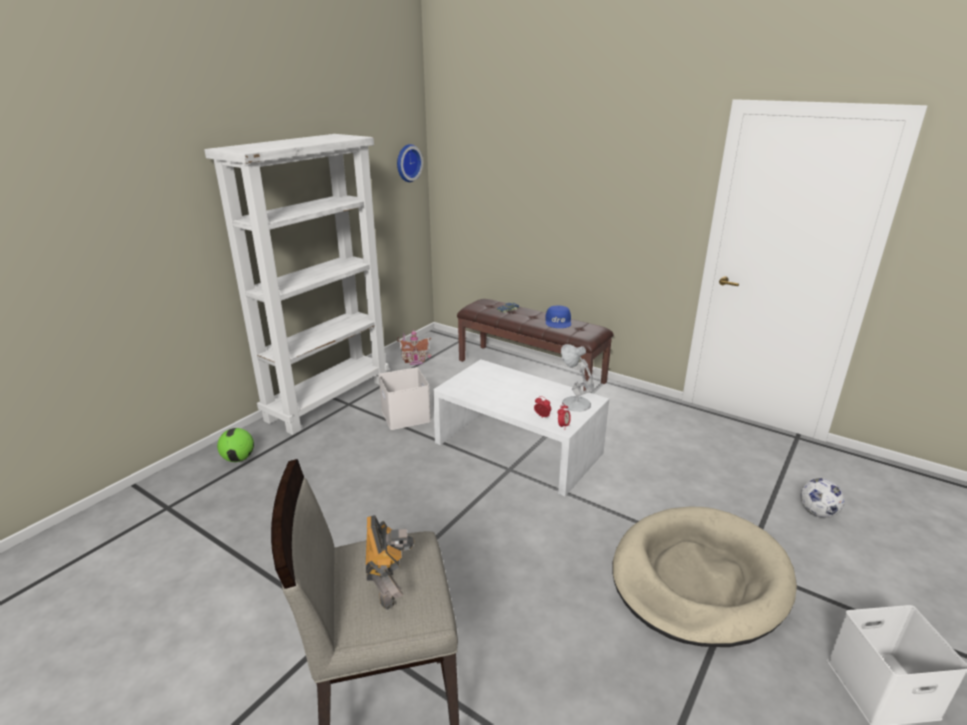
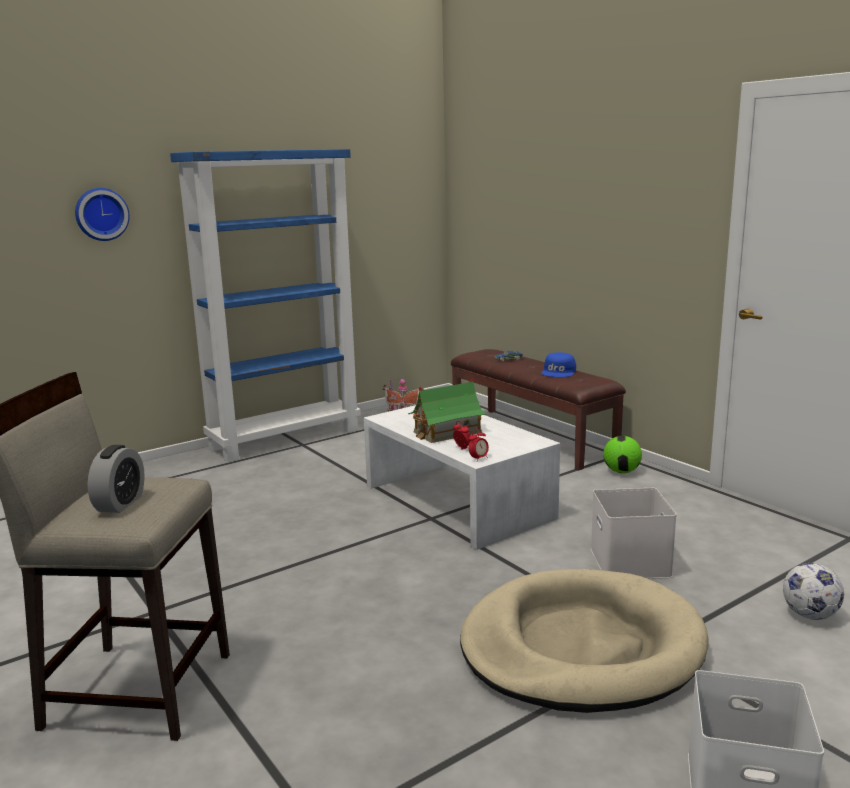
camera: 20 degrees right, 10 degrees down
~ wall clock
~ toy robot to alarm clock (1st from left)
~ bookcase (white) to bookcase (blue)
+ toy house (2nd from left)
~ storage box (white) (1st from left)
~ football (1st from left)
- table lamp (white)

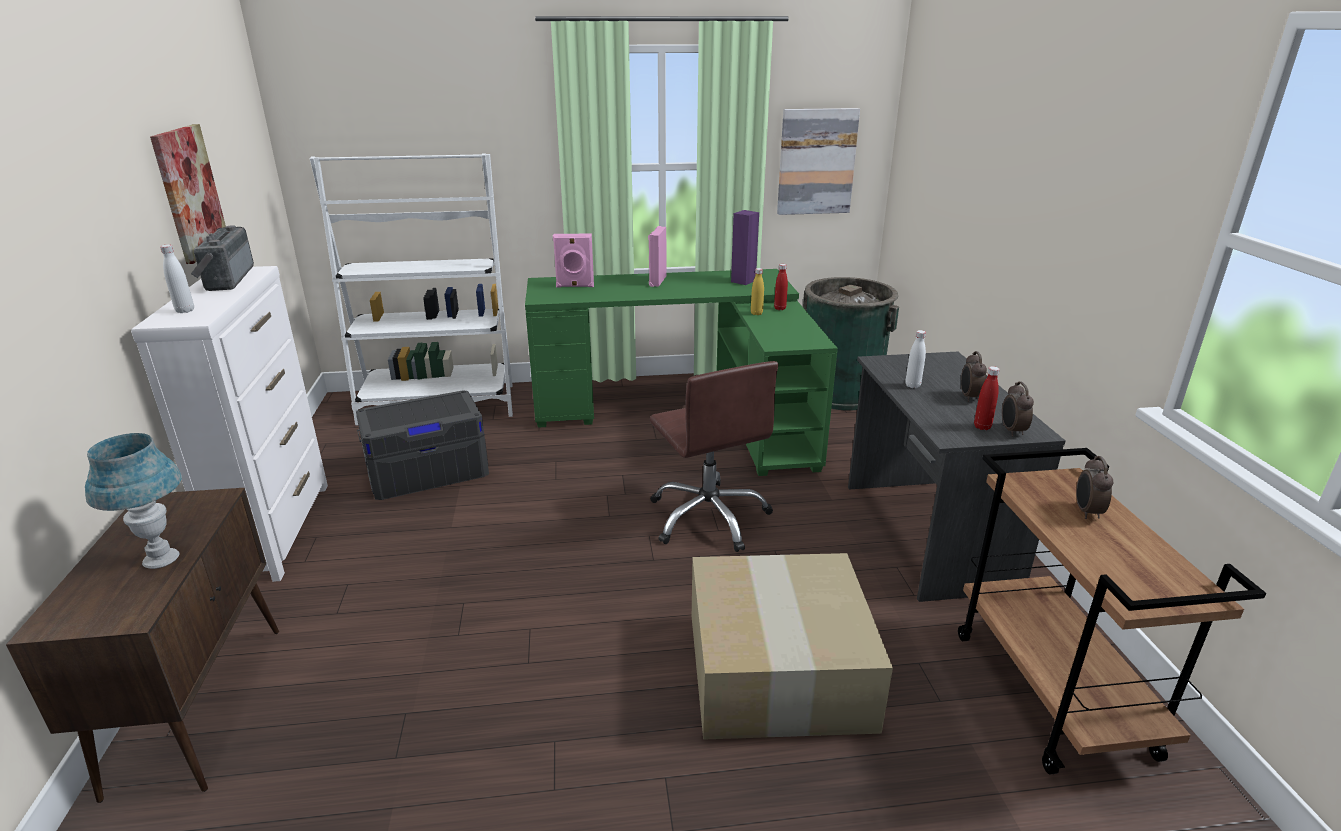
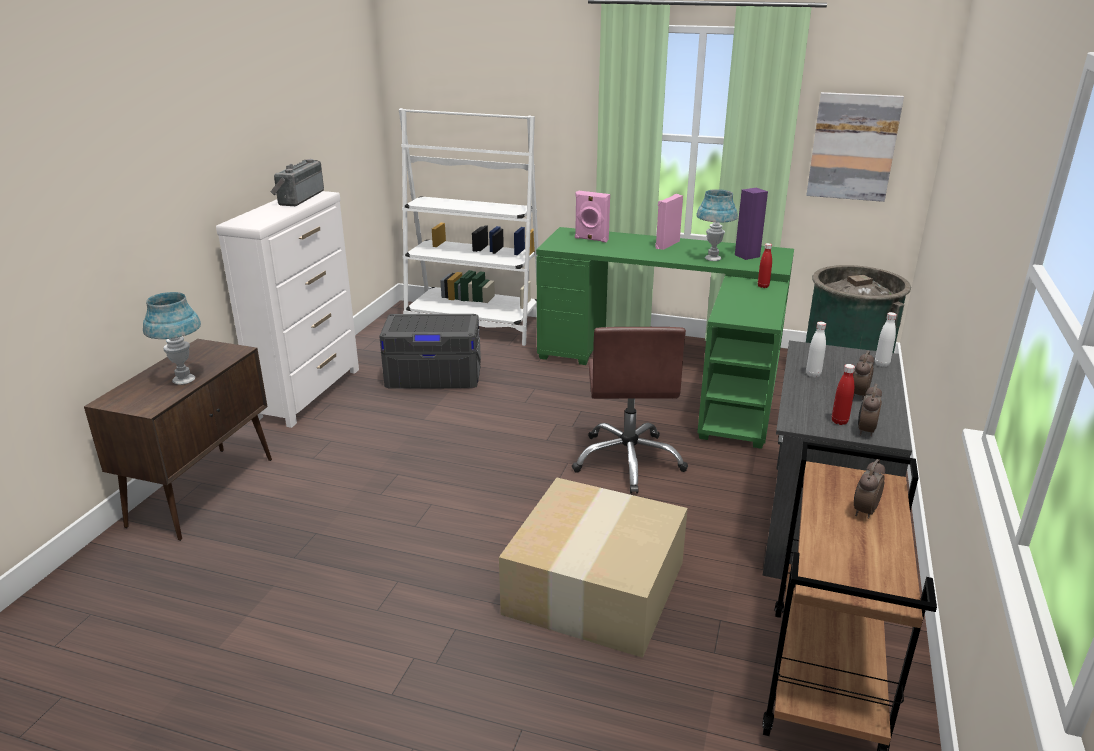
camera: 25 degrees right, 0 degrees up
+ table lamp (blue) (2nd from left)
~ bottle (white) (1st from left in the first image) to bottle (white) (2nd from left)
- picture (1st from left)
- bottle (yellow)

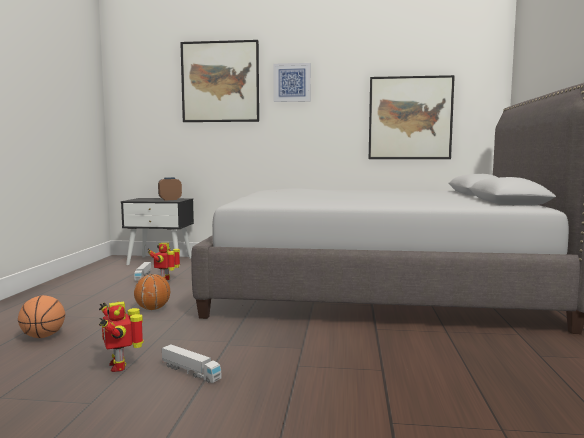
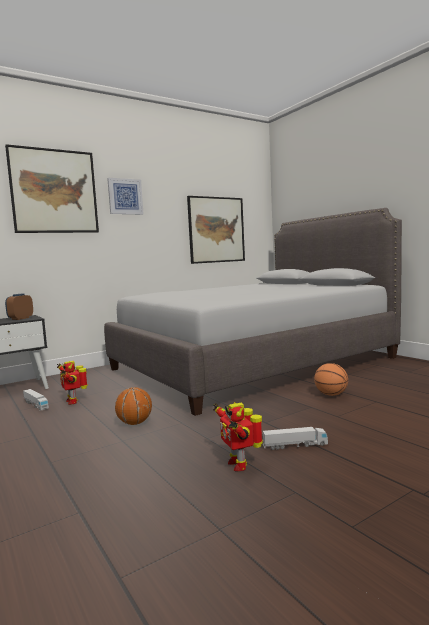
camera: 40 degrees left, 0 degrees up
~ toy robot (1st from left in the first image) 45 degrees clockwise
~ basketball (1st from left in the first image) to basketball (2nd from left)

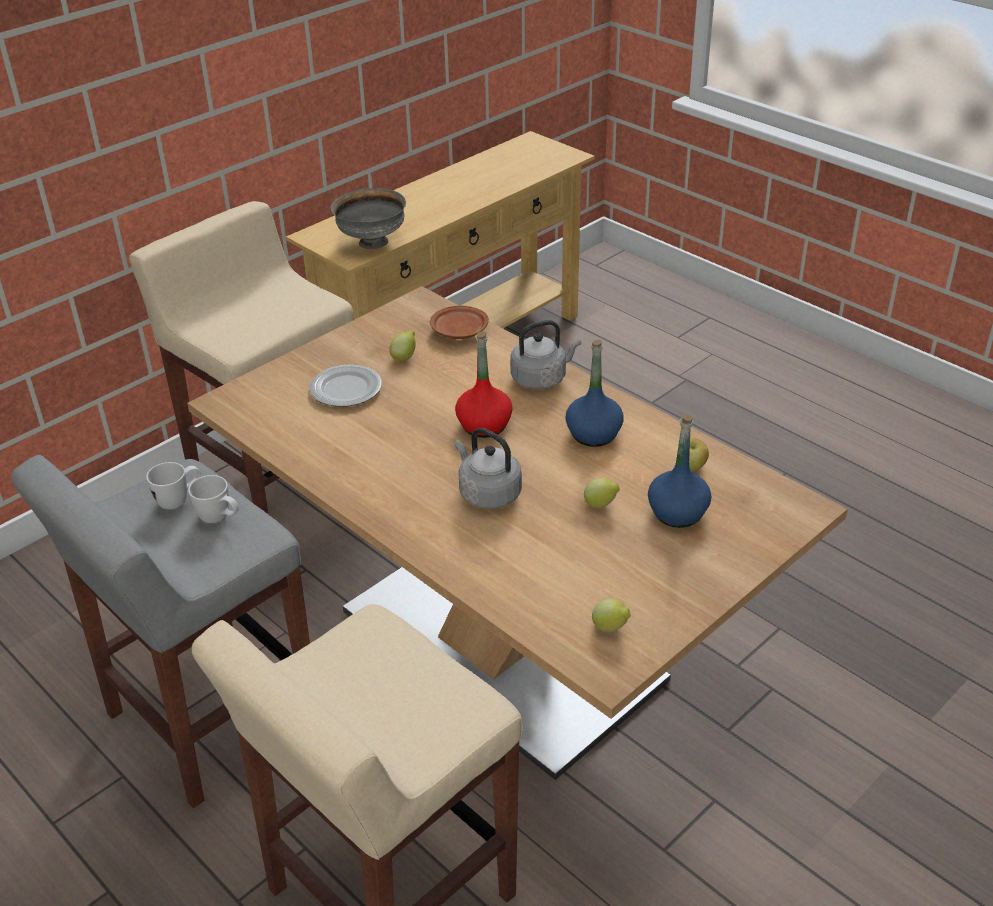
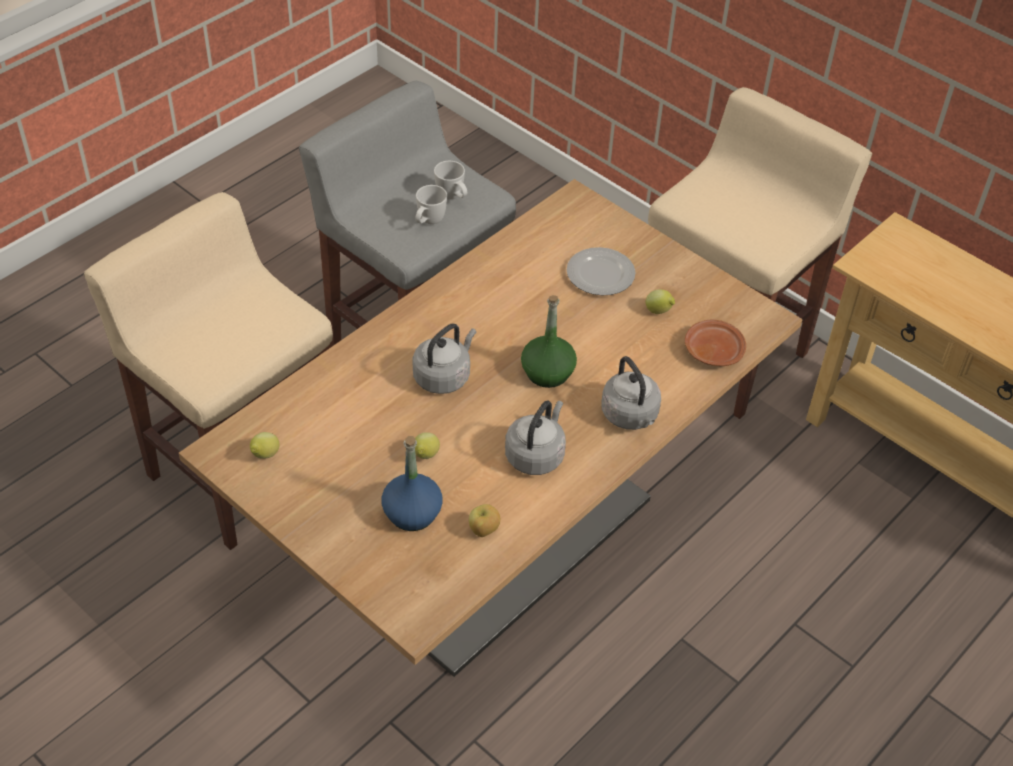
camera: 85 degrees right, 10 degrees up
~ bottle (blue) (1st from left) to kettle (grey) (2nd from left)
~ bottle (red) to bottle (green)
- bowl (grey)

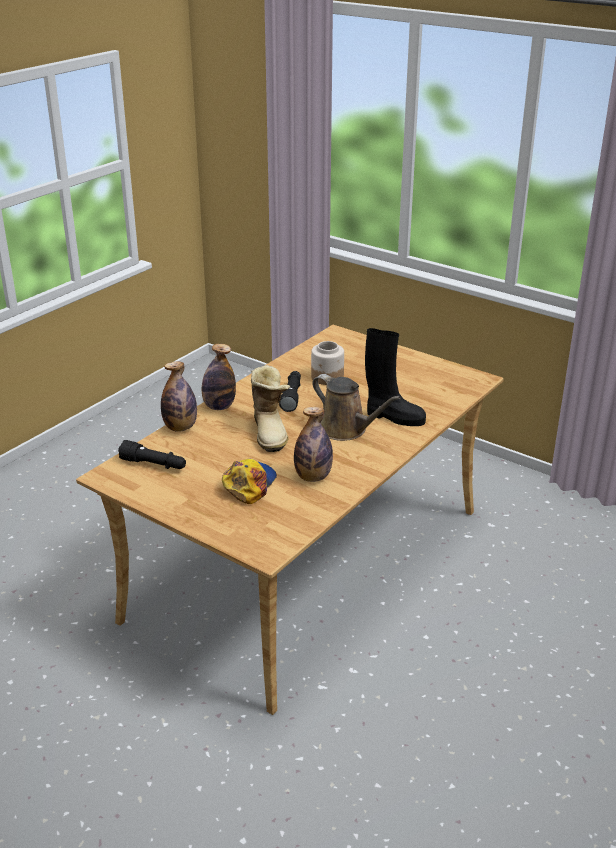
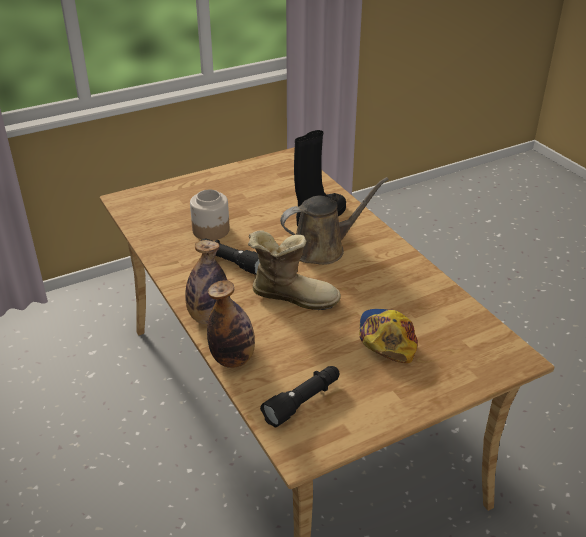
camera: 65 degrees left, 5 degrees up
~ cap 45 degrees clockwise
- bottle (3rd from left)

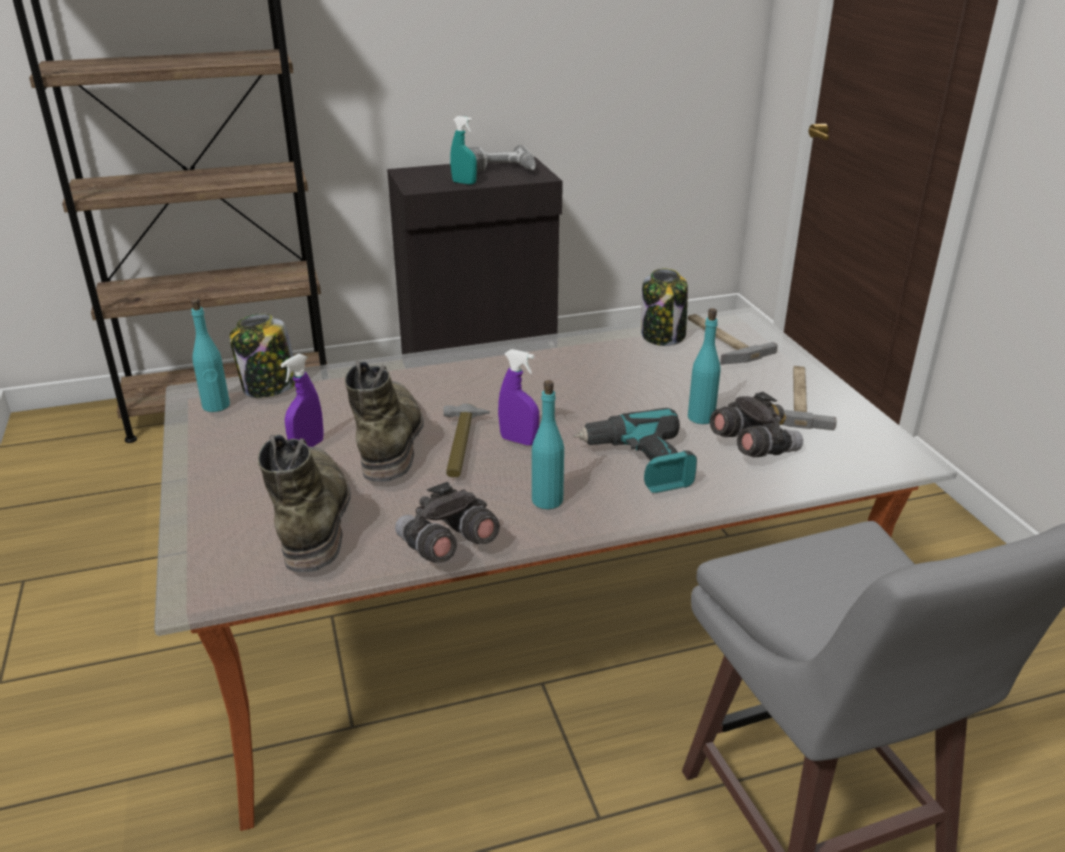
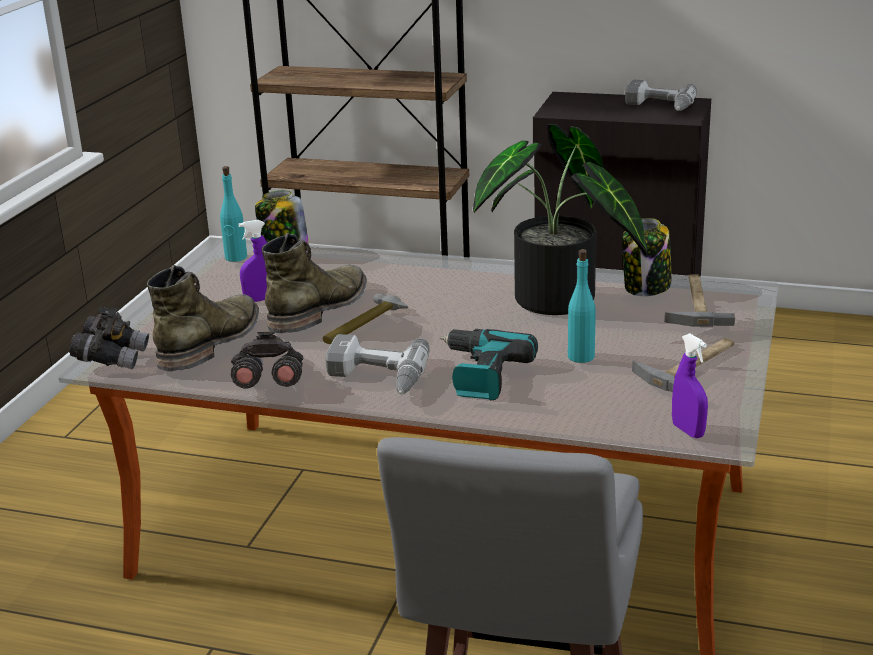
camera: 35 degrees right, 5 degrees down
~ binoculars (grey) (2nd from left in the first image) to binoculars (grey) (1st from left)
~ bottle (turquoise) (2nd from left) to power drill (1st from left)
+ potted plant
~ spray bottle (purple) (2nd from left)
- spray bottle (turquoise)

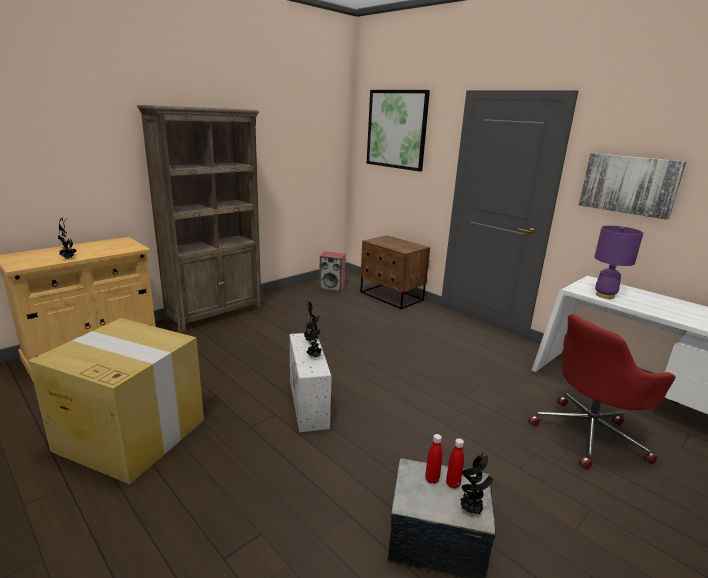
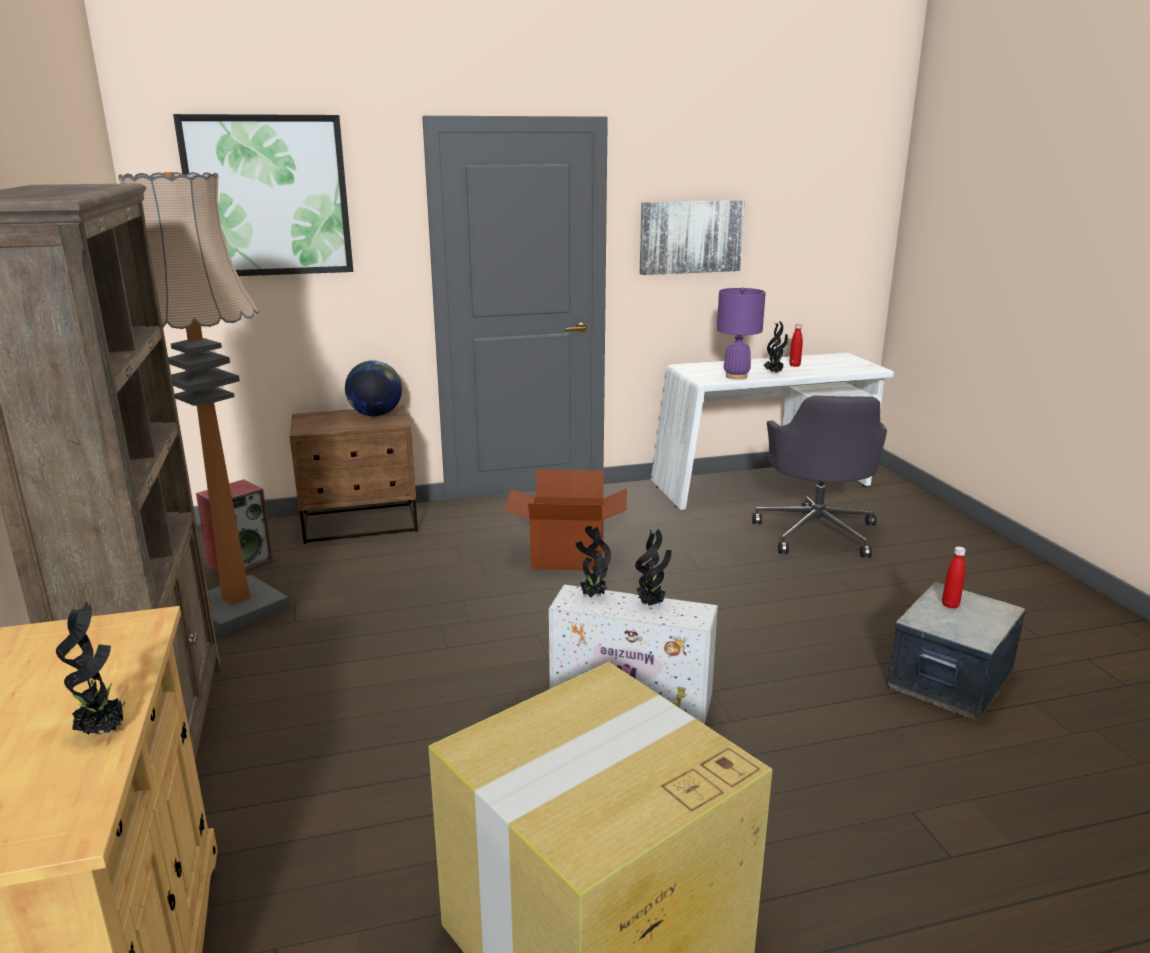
camera: 60 degrees left, 0 degrees up
+ floor lamp
+ globe
+ cardboard box (1st from left)
~ office chair (red) to office chair (grey)
~ potted plant (4th from left)
~ bottle (red) (1st from left)

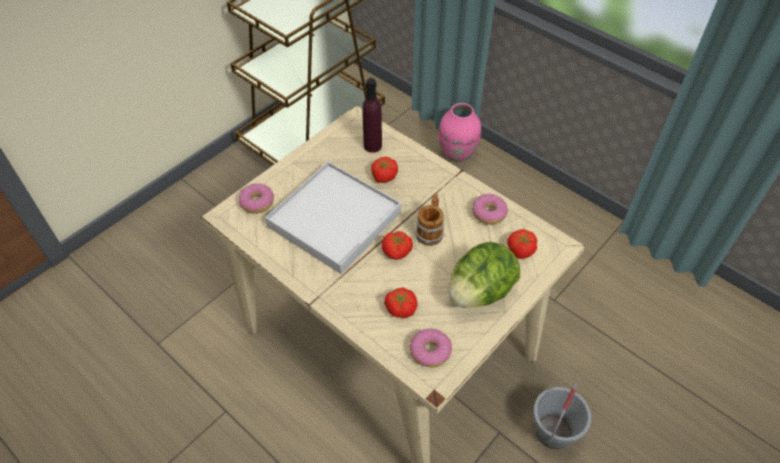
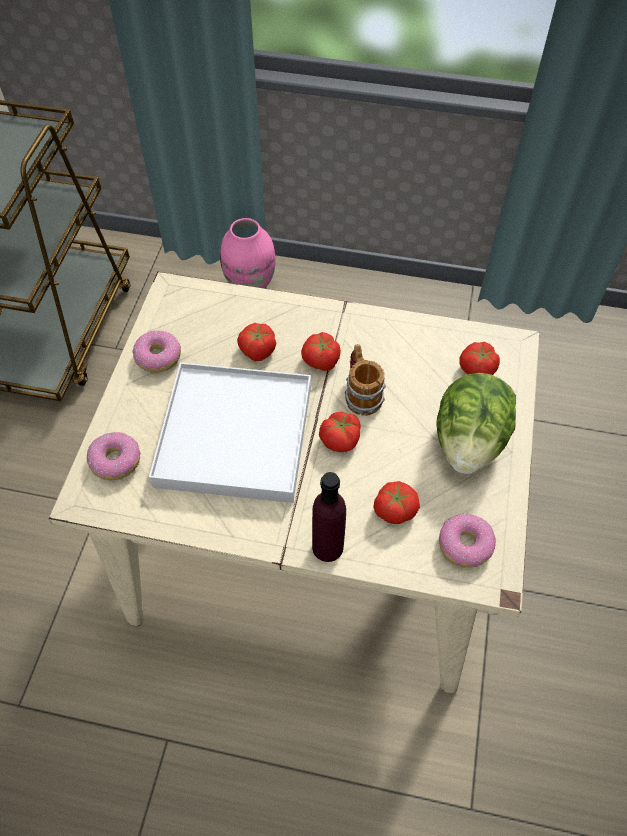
camera: 30 degrees left, 5 degrees up
~ donut (3rd from left in the first image) to donut (2nd from left)
+ tomato (2nd from left)
~ bottle (purple)
- bucket (grey)

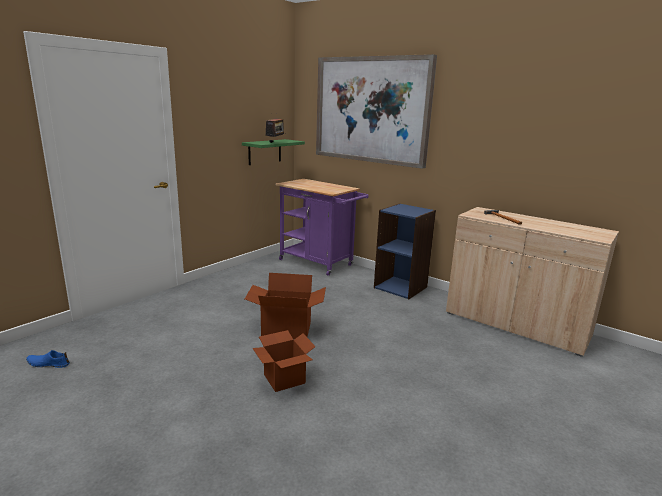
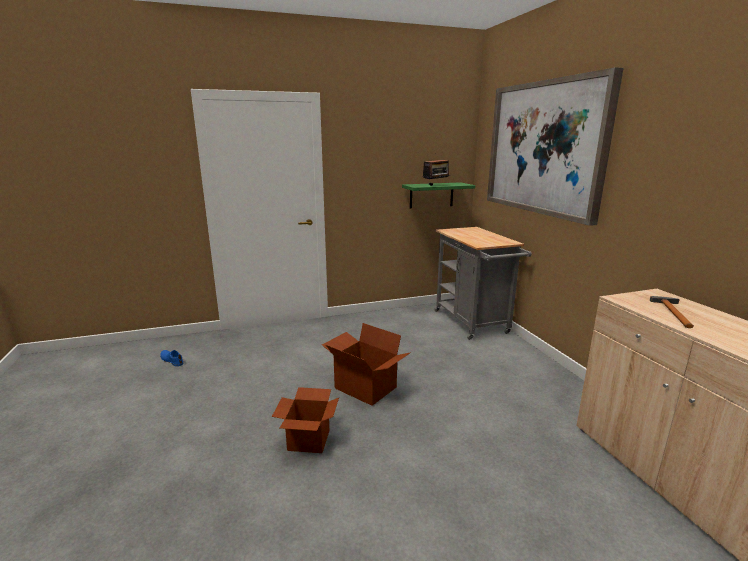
camera: 35 degrees right, 0 degrees up
~ cart (purple) to cart (grey)
- bookcase (blue)

